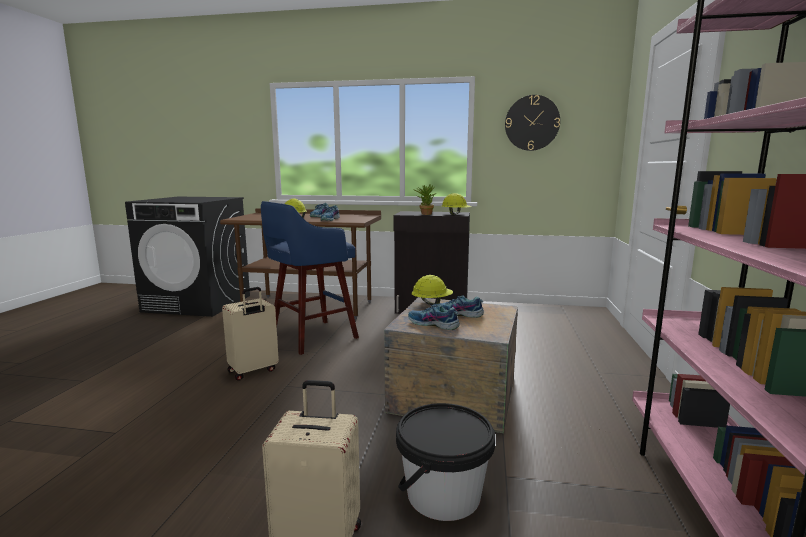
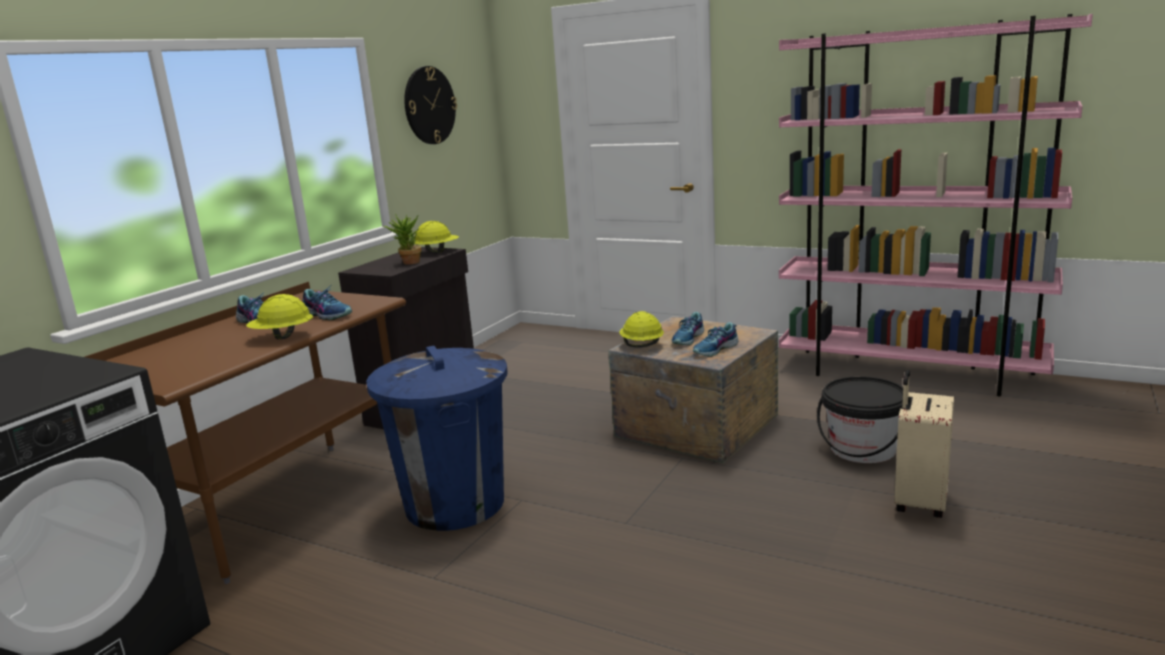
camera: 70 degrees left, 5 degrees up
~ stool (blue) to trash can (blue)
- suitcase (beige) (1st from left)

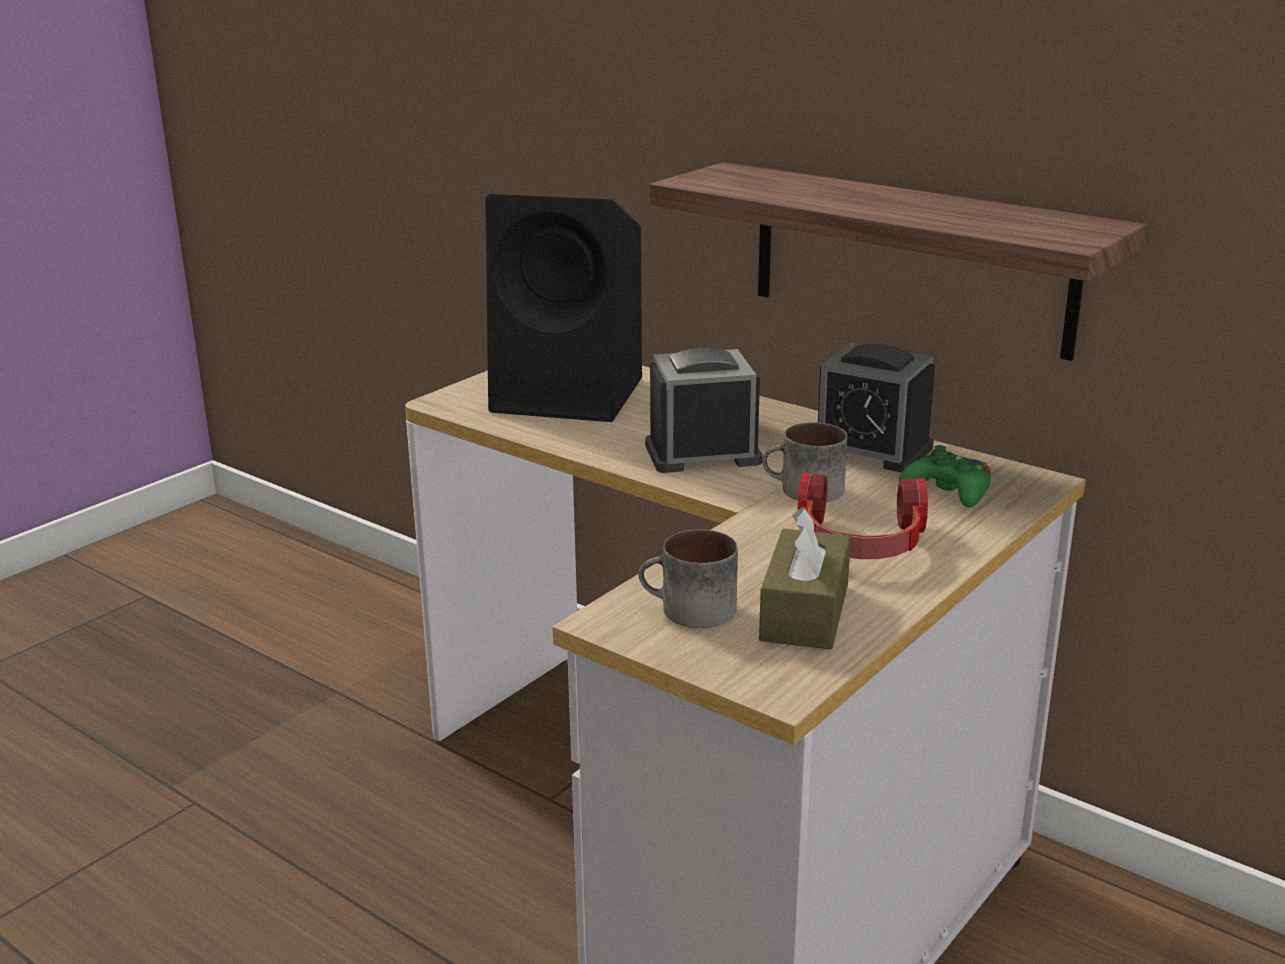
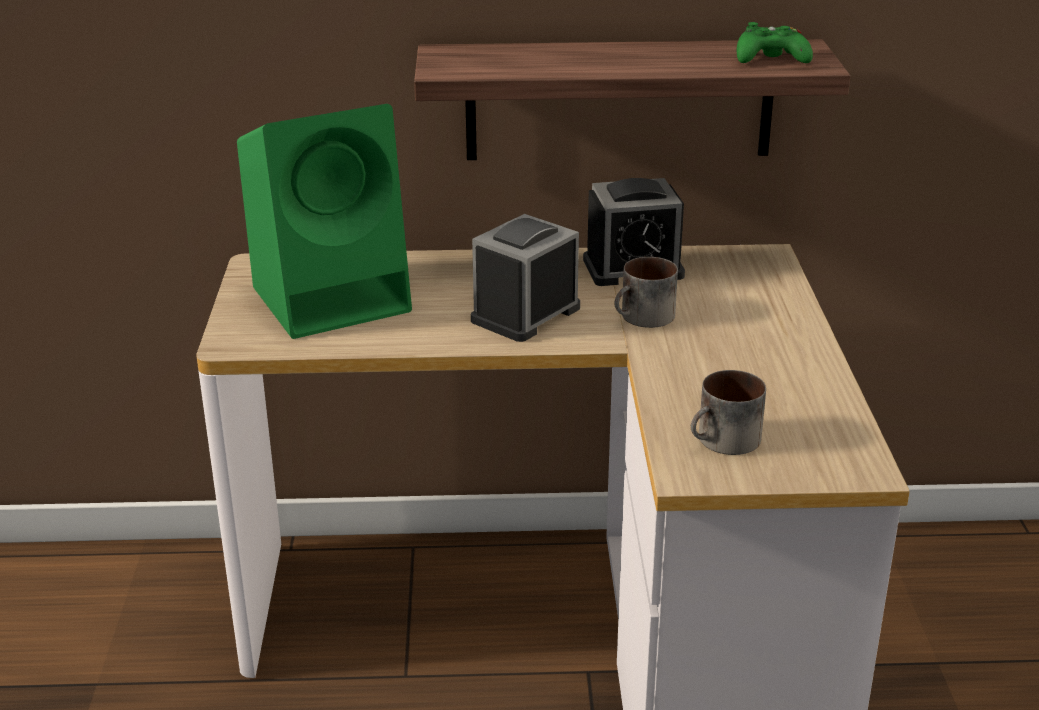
camera: 40 degrees left, 5 degrees up
~ speaker (black) to speaker (green)
~ game controller (green)
- tissue box (brown)
- headphones

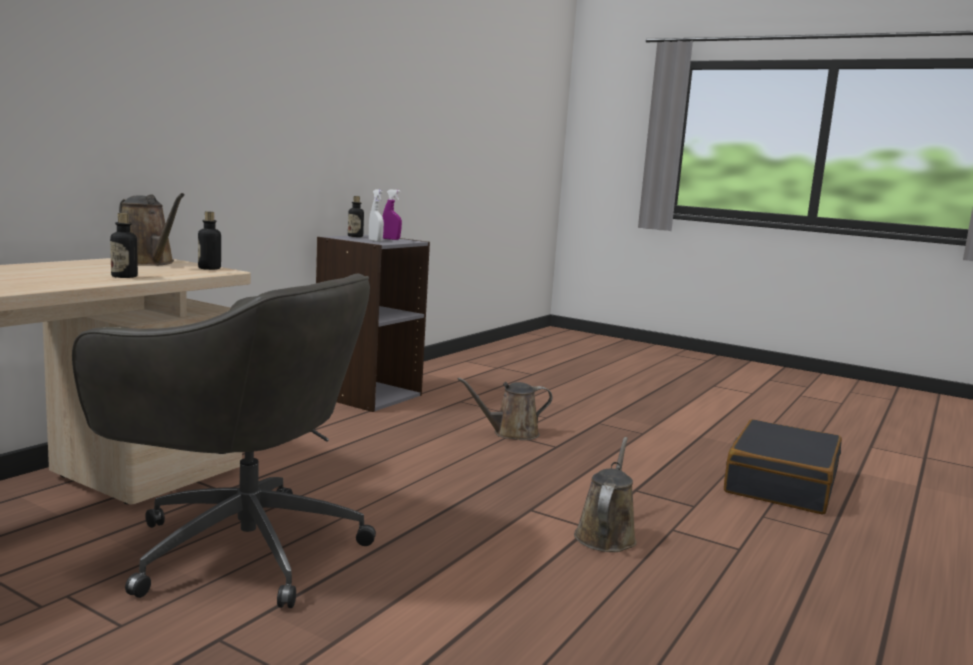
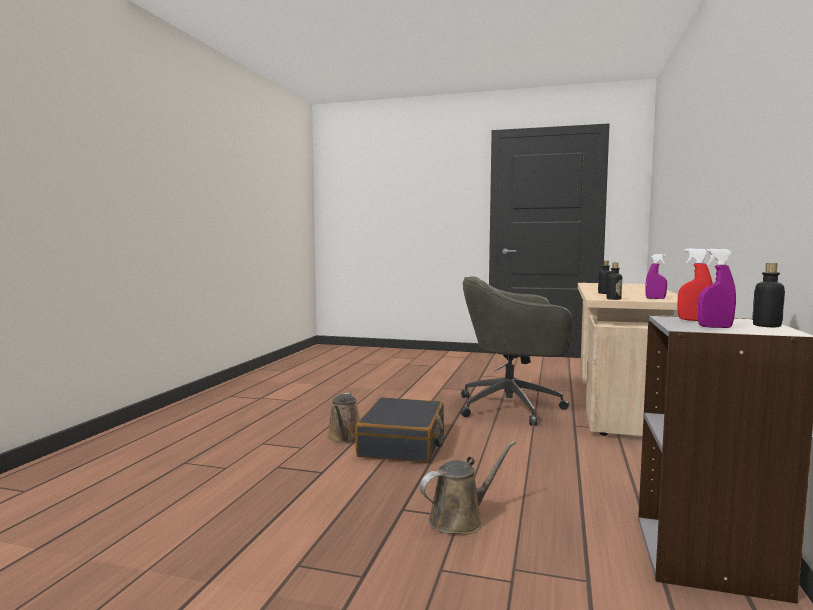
camera: 165 degrees right, 5 degrees down
~ suitcase (black)
~ watering can (brown) (1st from left) to spray bottle (purple) (1st from left)
~ spray bottle (white) to spray bottle (red)

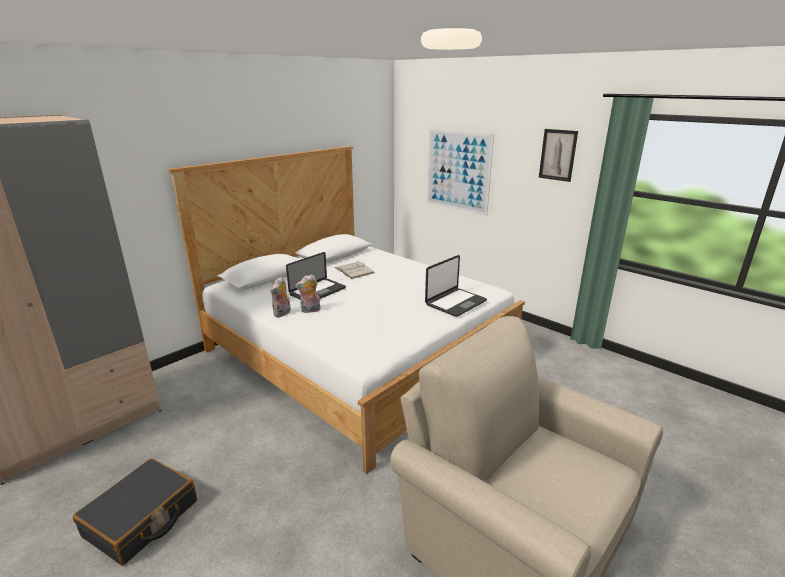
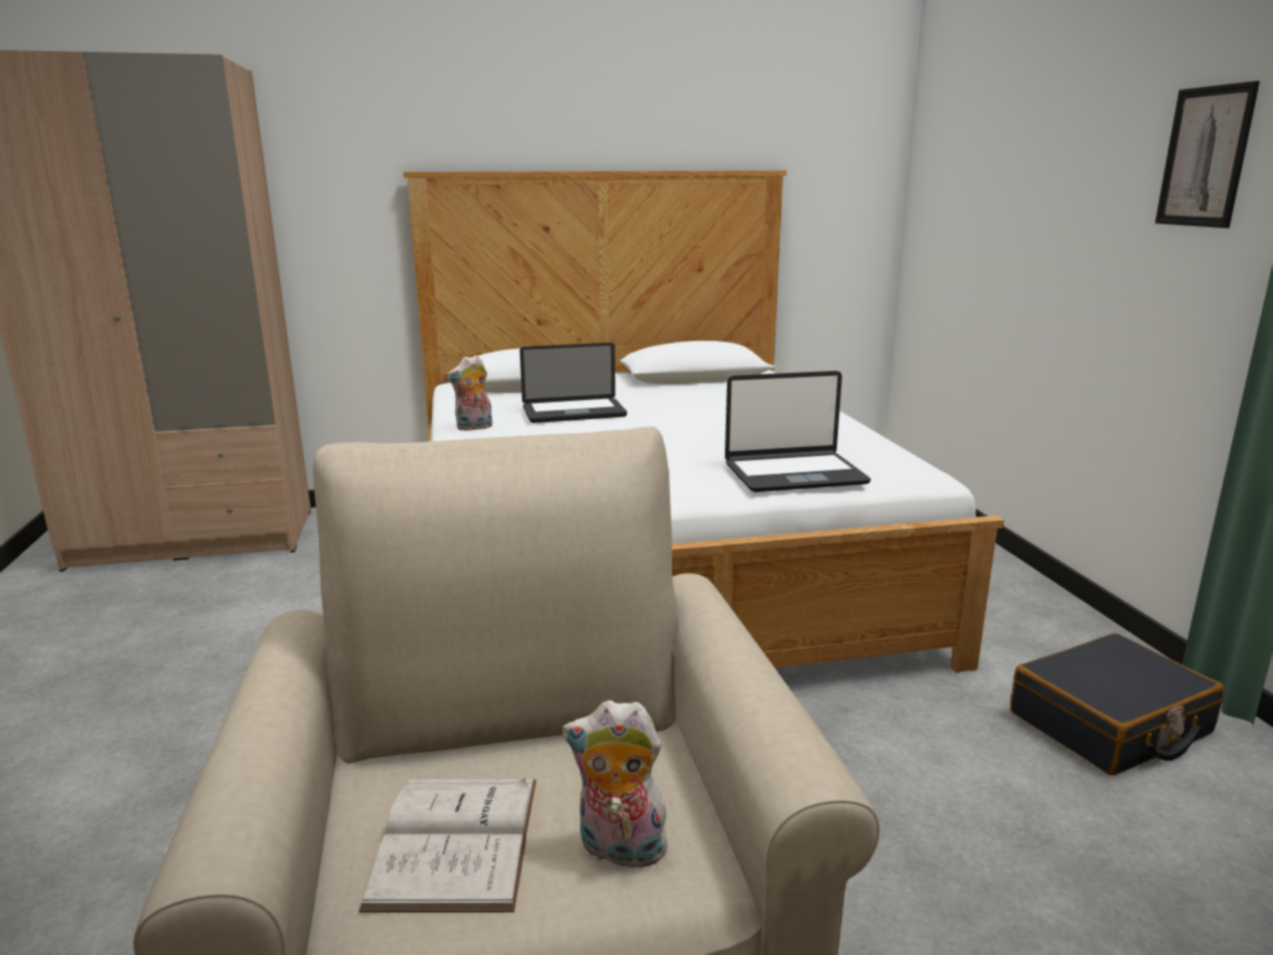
camera: 35 degrees right, 5 degrees down
~ book (white)
~ plush toy (2nd from left)
~ suitcase (black)
- picture (1st from left)

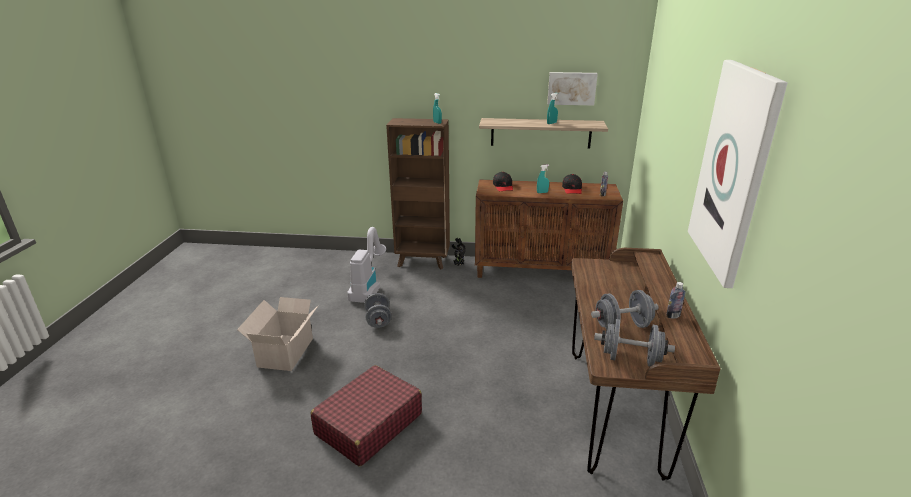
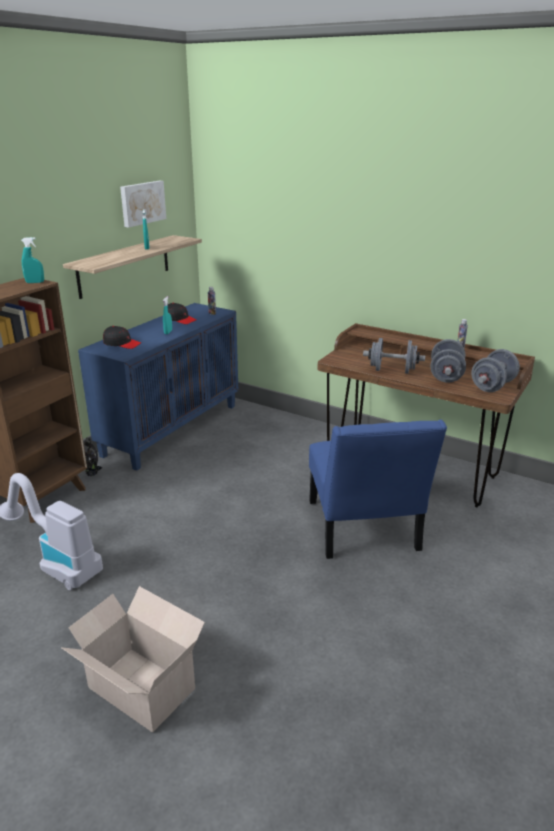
camera: 65 degrees left, 0 degrees up
~ cabinet (brown) to cabinet (blue)
+ chair (blue)
~ dumbbell (grey) (1st from left)
- suitcase (red)
- picture (2nd from left)

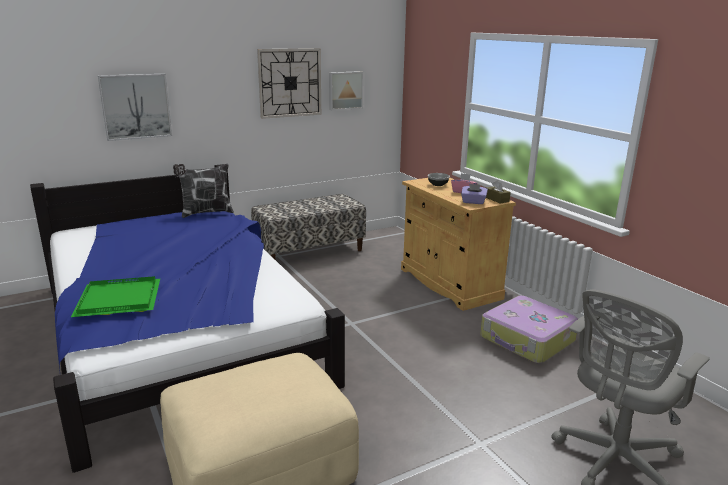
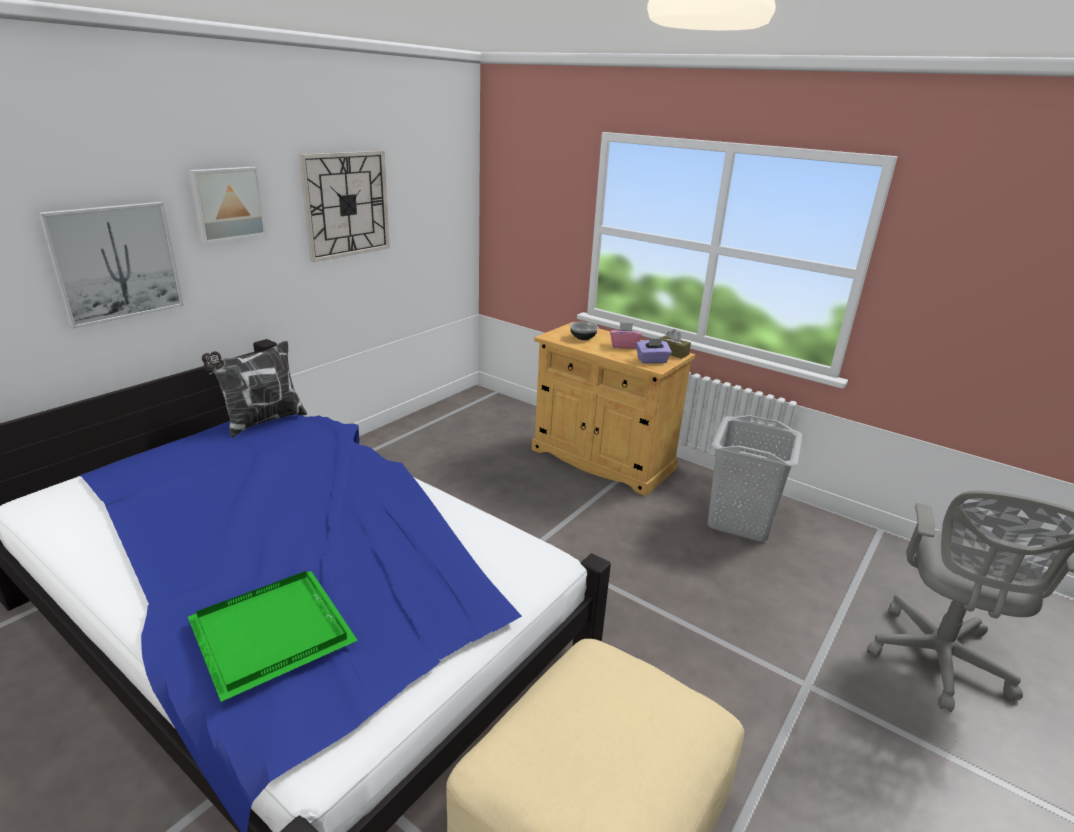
camera: 25 degrees left, 5 degrees up
~ picture (2nd from left)
~ suitcase to laundry basket (grey)
- bench

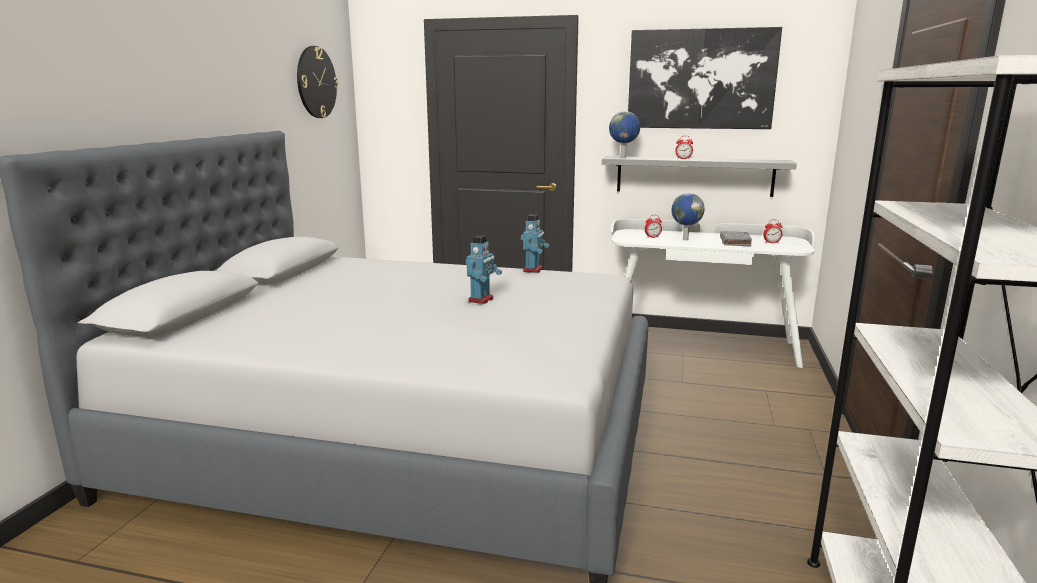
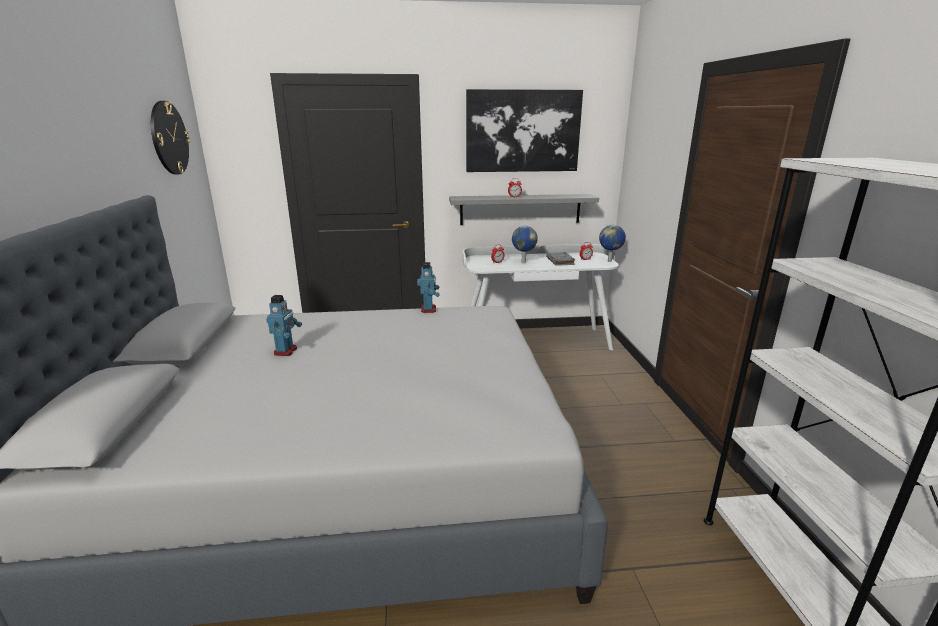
camera: 20 degrees left, 5 degrees up
~ toy robot (1st from left)
~ globe (1st from left in the first image) to globe (2nd from left)

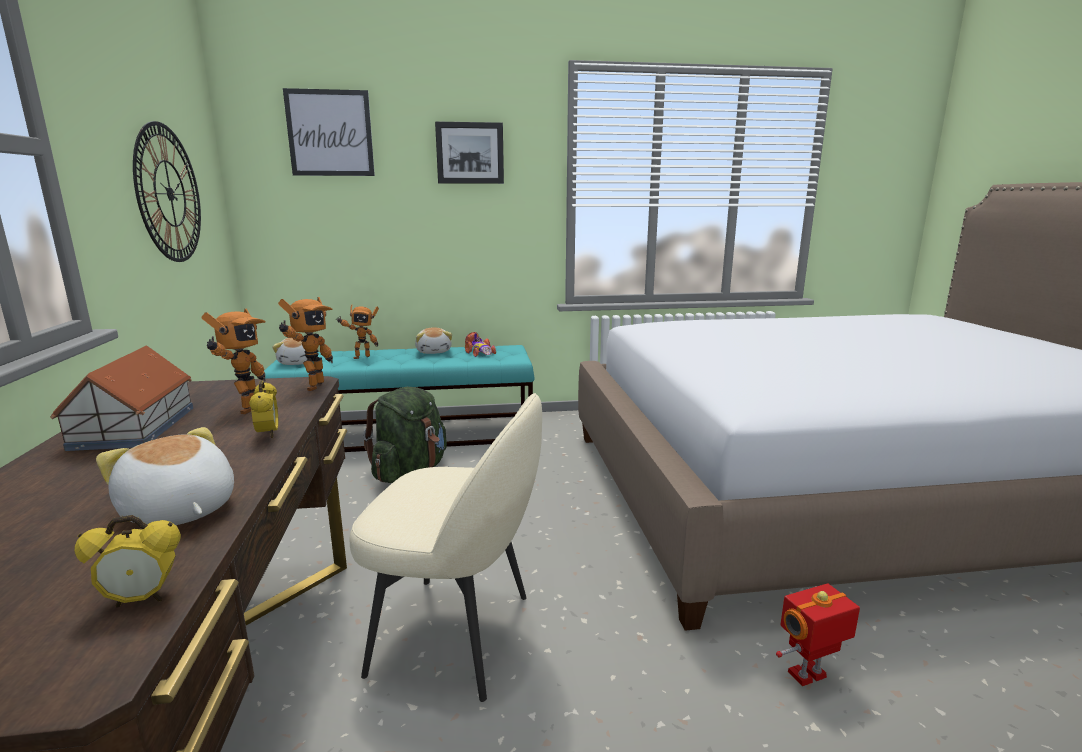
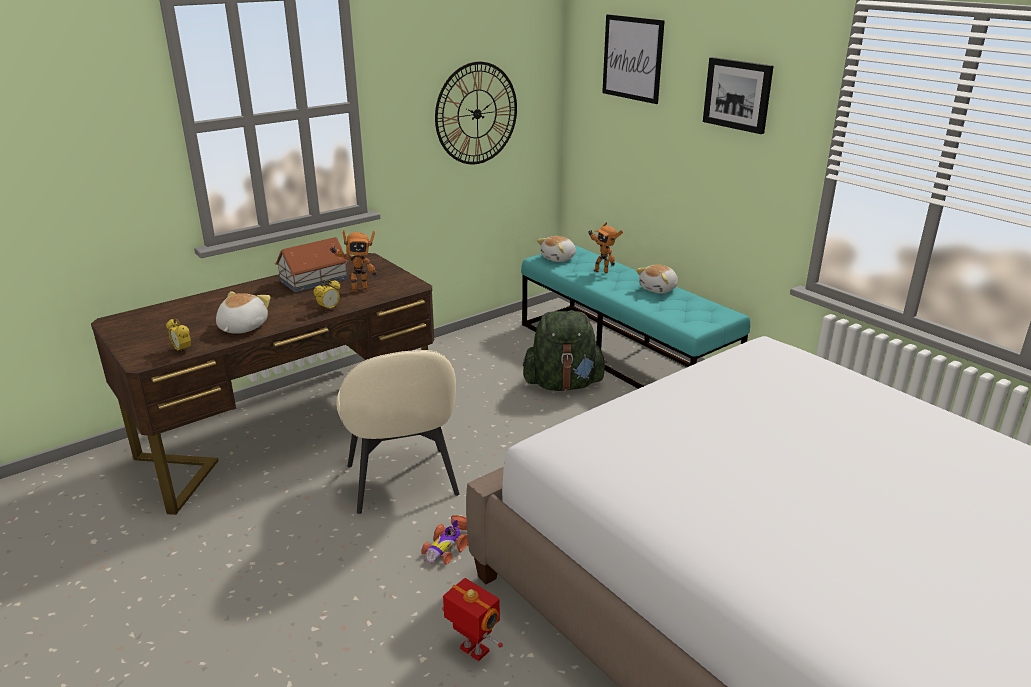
camera: 60 degrees right, 10 degrees up
~ toy car
- toy robot (2nd from left)

